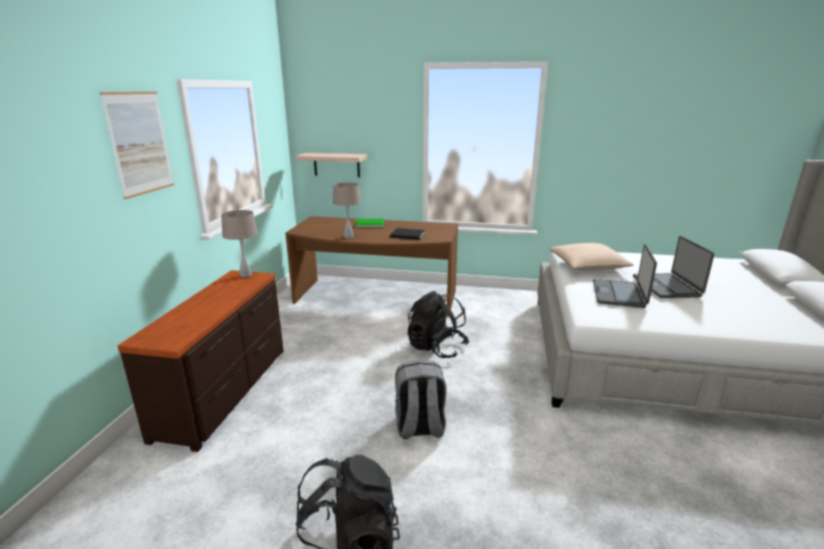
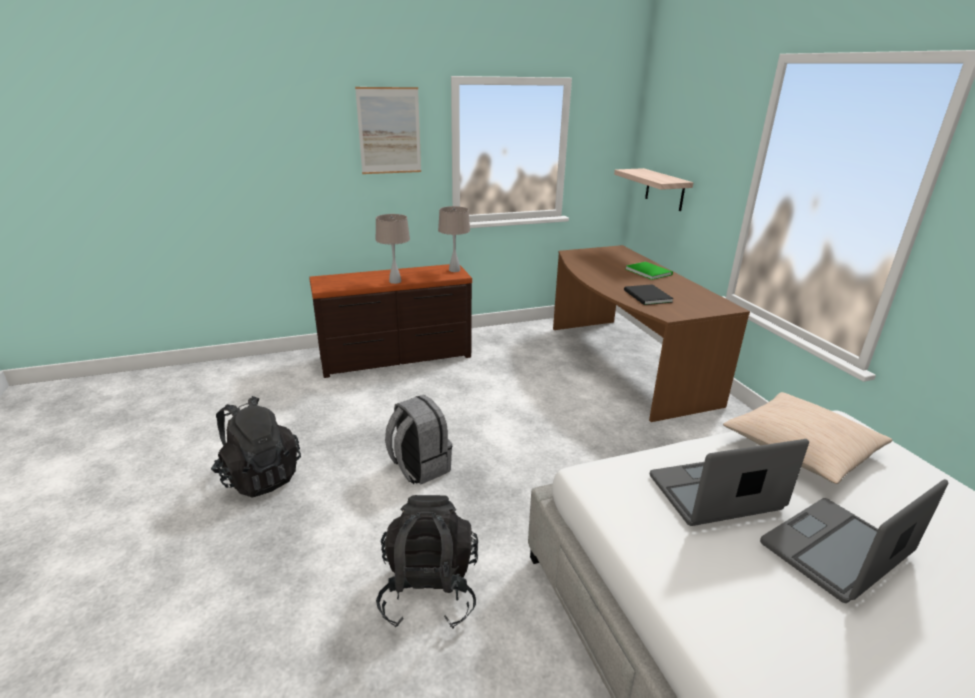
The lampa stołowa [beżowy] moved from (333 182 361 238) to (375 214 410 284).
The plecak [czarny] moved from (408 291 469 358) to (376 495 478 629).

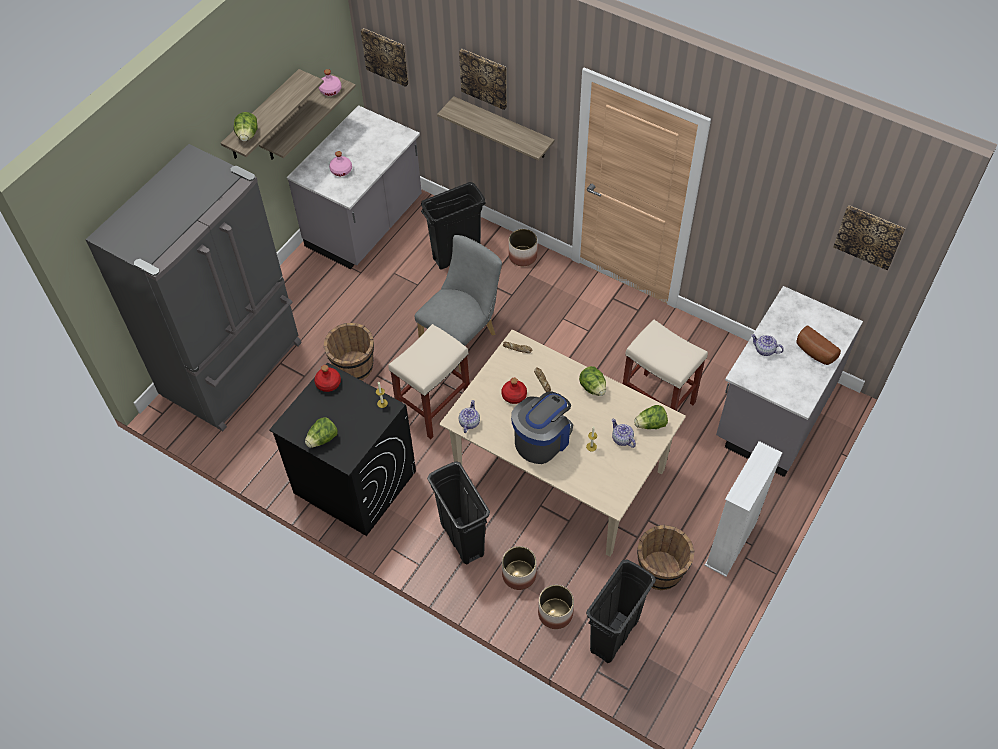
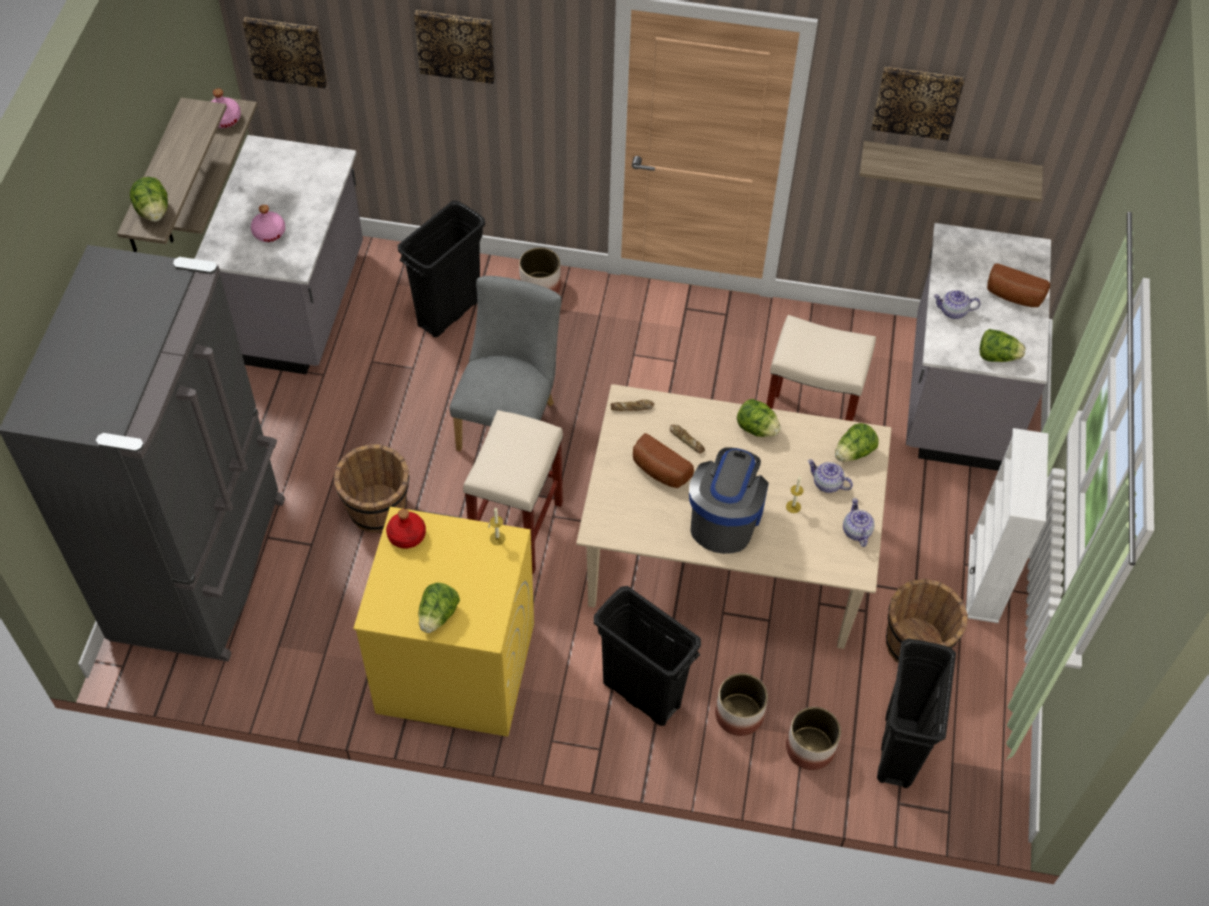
The pralka [czarny] at (269 362 416 536) became the pralka [żółty] at (353 507 534 737).
The półka moved from (437 96 555 161) to (859 141 1043 202).
The imbryk moved from (459 400 480 433) to (843 498 875 547).
The butelka [czerwony] at (501 378 527 404) was replaced by the chleb at (633 433 694 488).
The obraz moved from (833 205 905 270) to (871 67 964 141).
The sałata at (980 329 1026 362) appeared.

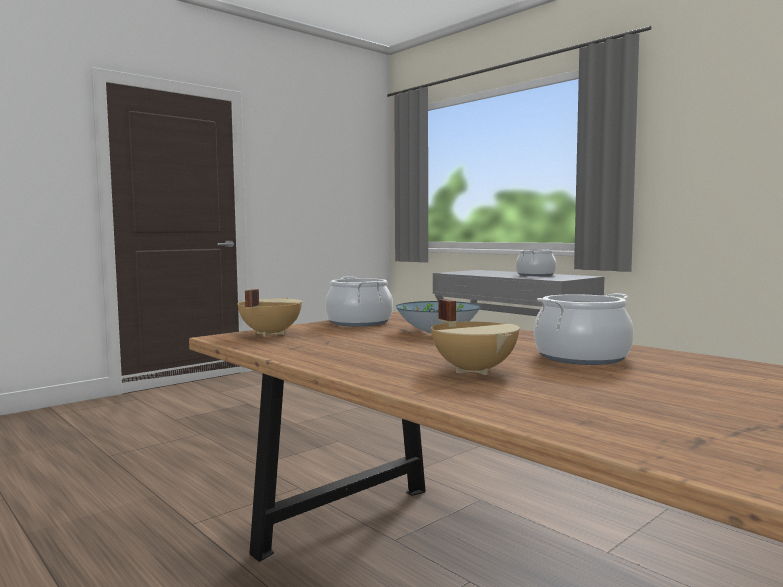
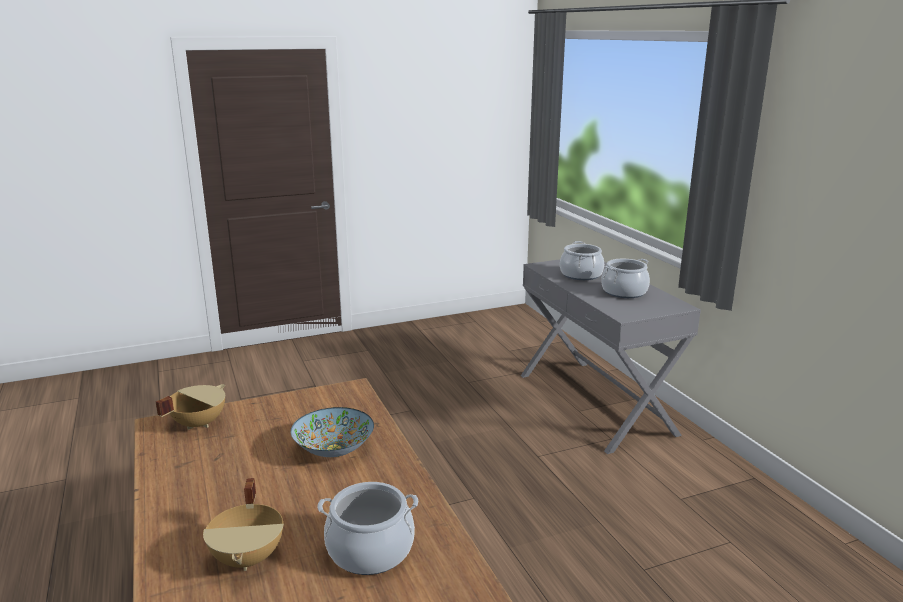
The garnek moved from (325 276 393 327) to (560 241 604 280).

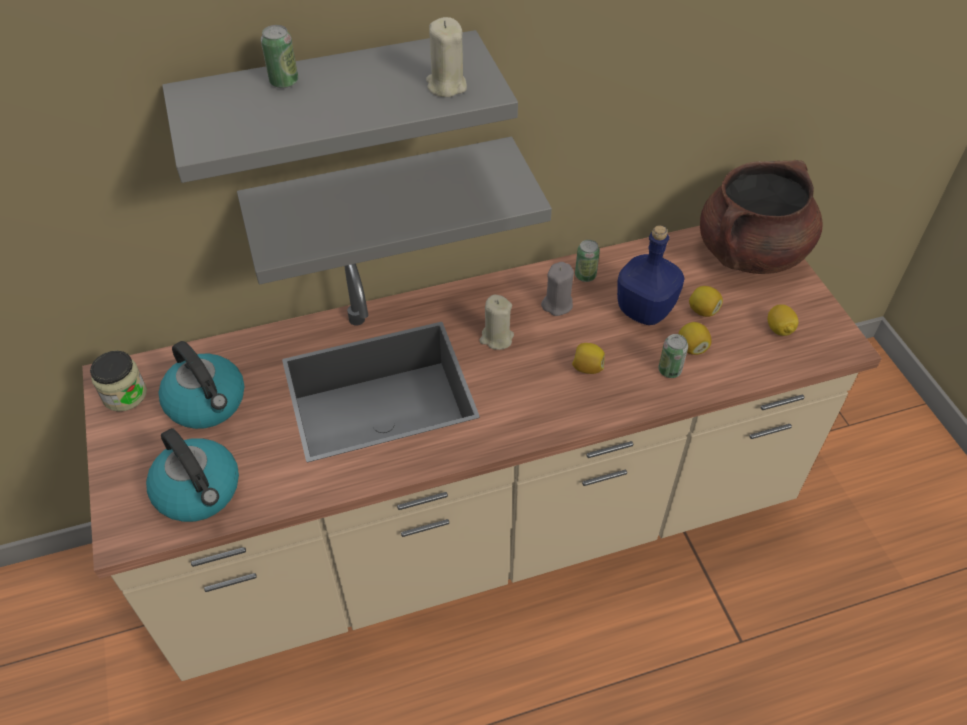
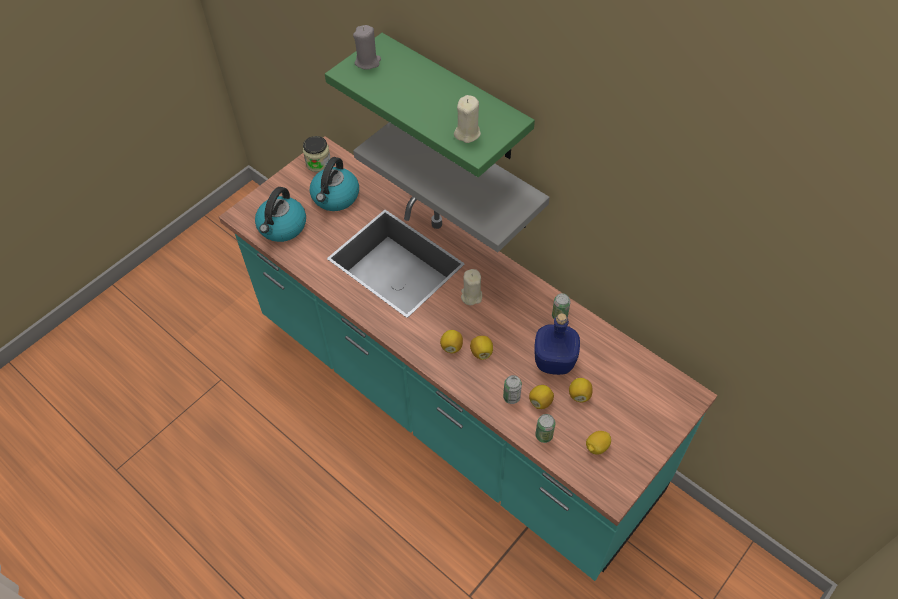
The zabudowa kuchenna [beżowy] at (82 226 882 681) became the zabudowa kuchenna [turkusowy] at (219 137 718 581).
The półka [szary] at (162 30 518 183) became the półka [zielony] at (325 33 535 177).
The puszka moved from (261 25 298 88) to (535 414 555 443).
The świeca [szary] moved from (541 262 574 316) to (353 25 381 70).
The garnek [brązowy] at (700 160 823 274) disappeared.
The cytryna at (440 330 463 354) appeared.

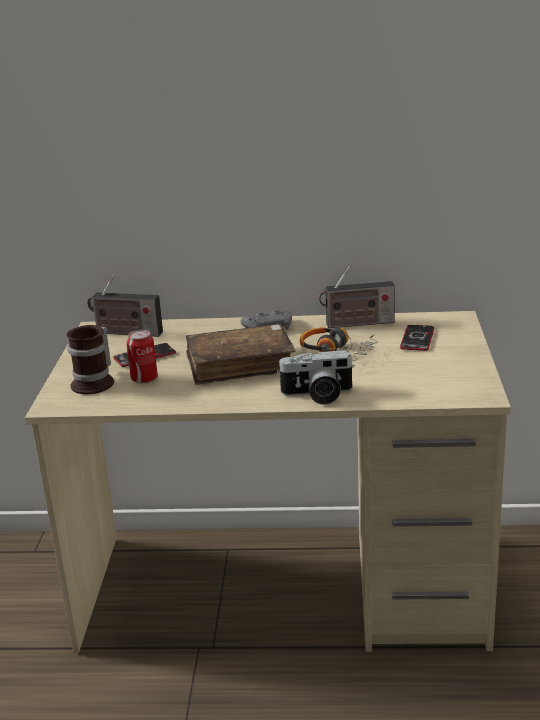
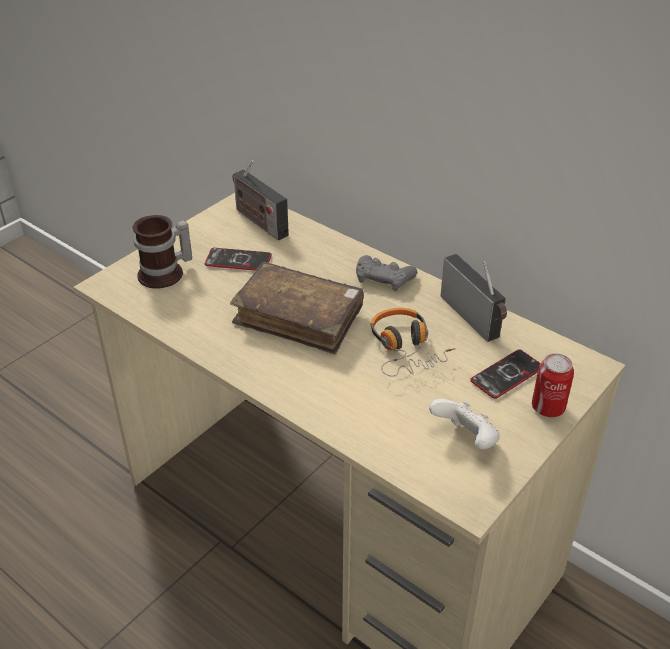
The puszka moved from (126 330 158 384) to (532 353 574 417).
The aparat fotograficzny at (277 350 355 405) disappeared.
The radio at (319 266 395 328) turned 150 degrees counterclockwise.
The pad do gier [biały] at (429 399 500 449) appeared.

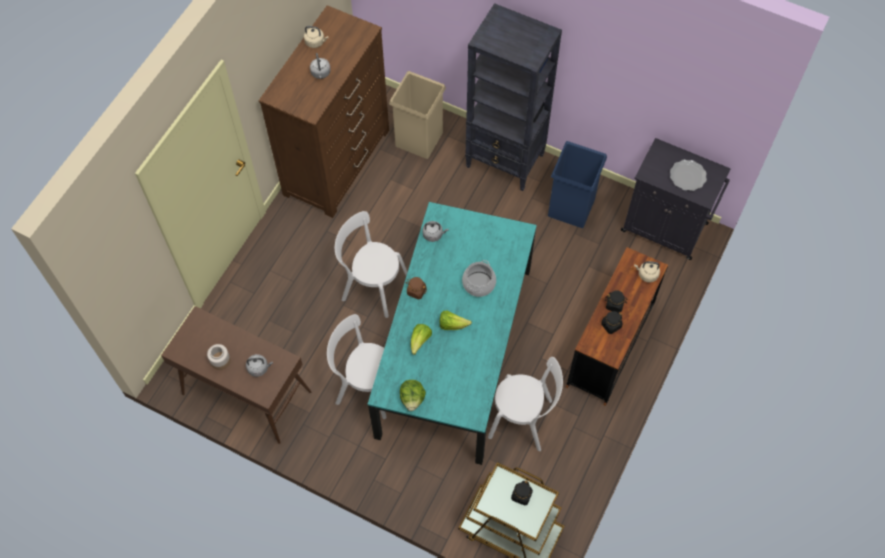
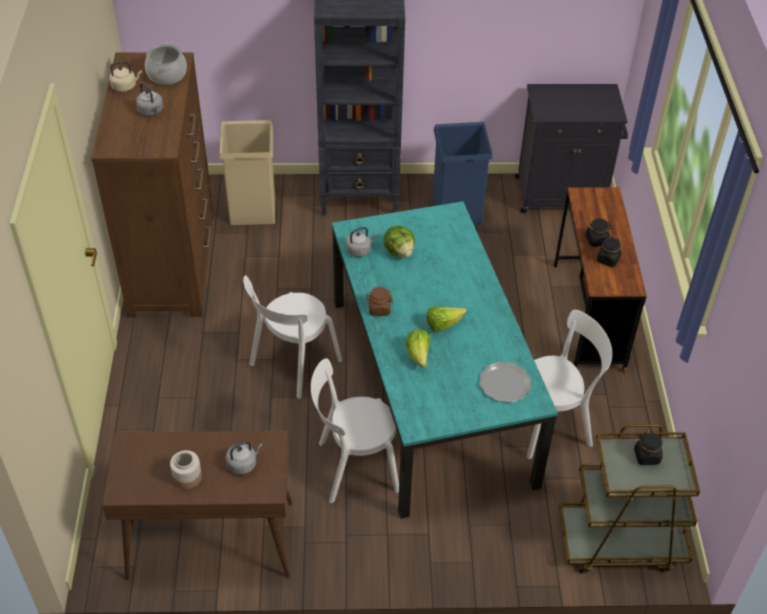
The krzesło [biały] at (335 211 407 318) turned 45 degrees counterclockwise.
The sałata moved from (400 380 426 411) to (384 226 415 257).
The garnek moved from (462 260 496 297) to (145 43 187 85).
The czajnik [beżowy] at (634 261 660 282) disappeared.
The talerz moved from (670 160 707 191) to (479 361 531 403).

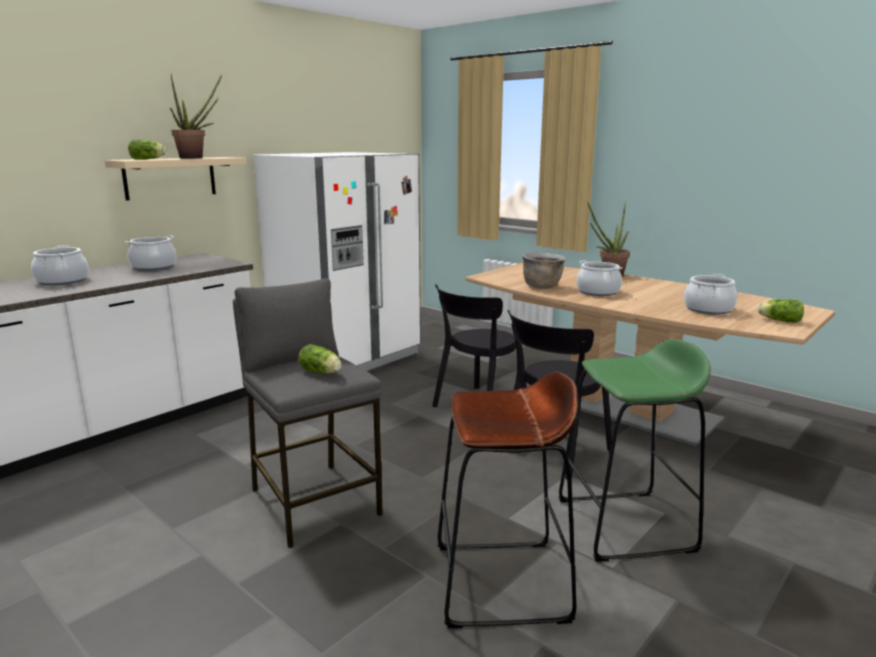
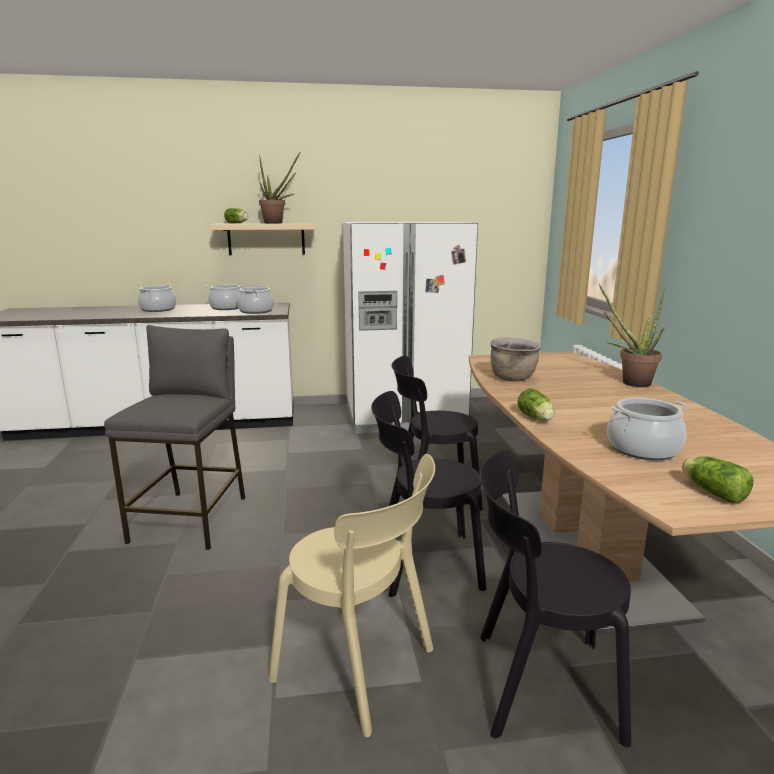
The sałata moved from (298 344 342 374) to (518 389 555 420).
The stołek [brązowy] at (438 372 578 628) disappeared.
The stołek [zielony] at (558 339 711 562) was replaced by the krzesło [beżowy] at (269 454 435 737).
The garnek moved from (577 260 623 296) to (237 286 274 314).
The krzesło [czarny] at (480 450 631 747) appeared.

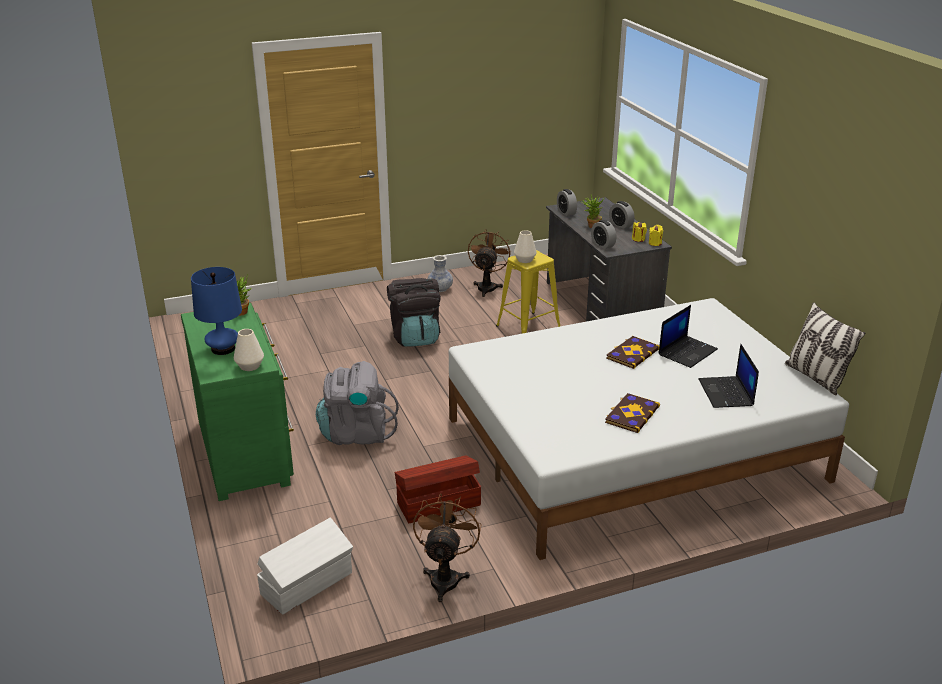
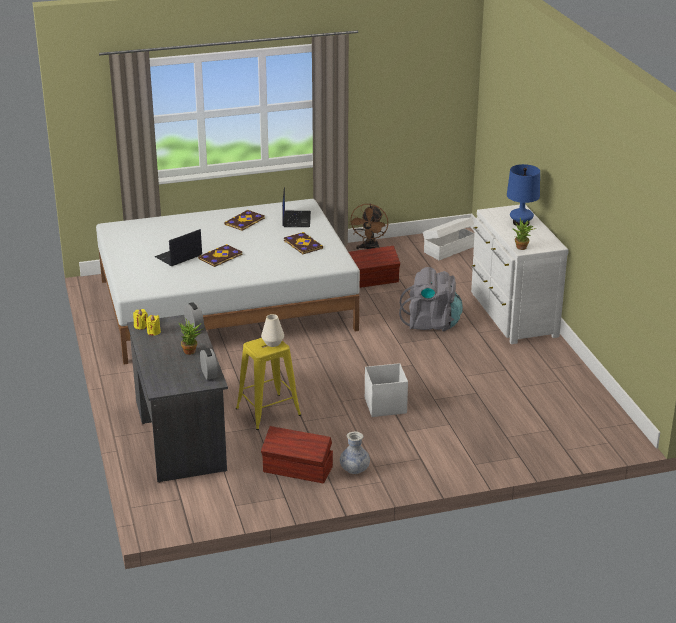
The komoda [zielony] at (181 303 294 501) became the komoda [biały] at (471 205 569 344).
The wazon [biały] at (234 329 264 371) disappeared.
The plecak [czarny] at (387 278 441 347) was replaced by the pojemnik do przechowywania [biały] at (365 363 408 417).
The wentylator [brązowy] at (468 229 511 297) was replaced by the pojemnik do przechowywania [brązowy] at (261 426 333 483).
The budzik at (609 201 635 229) disappeared.
The laptop moved from (699 344 759 408) to (282 187 311 227).
The poduszka at (785 303 866 395) disappeared.
The książka at (284 232 323 254) appeared.

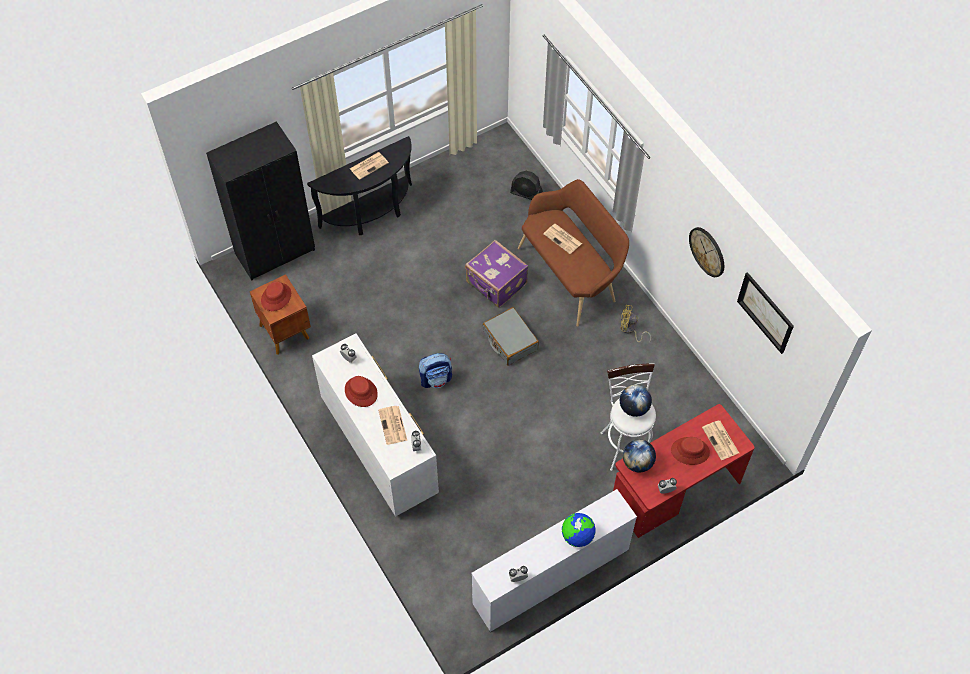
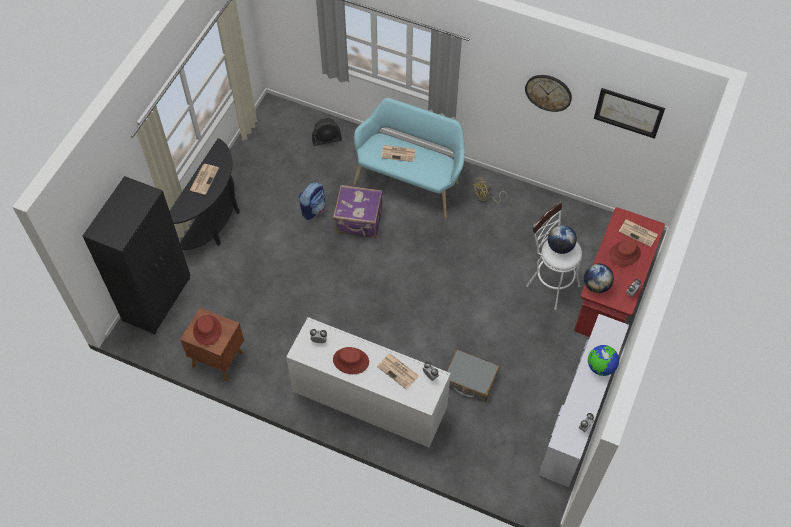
The plecak moved from (419 353 452 388) to (299 182 325 220).
The walizka [szary] moved from (483 307 539 366) to (447 349 500 402).
The ławka [brązowy] at (518 179 629 327) became the ławka [turkusowy] at (353 98 465 218).

